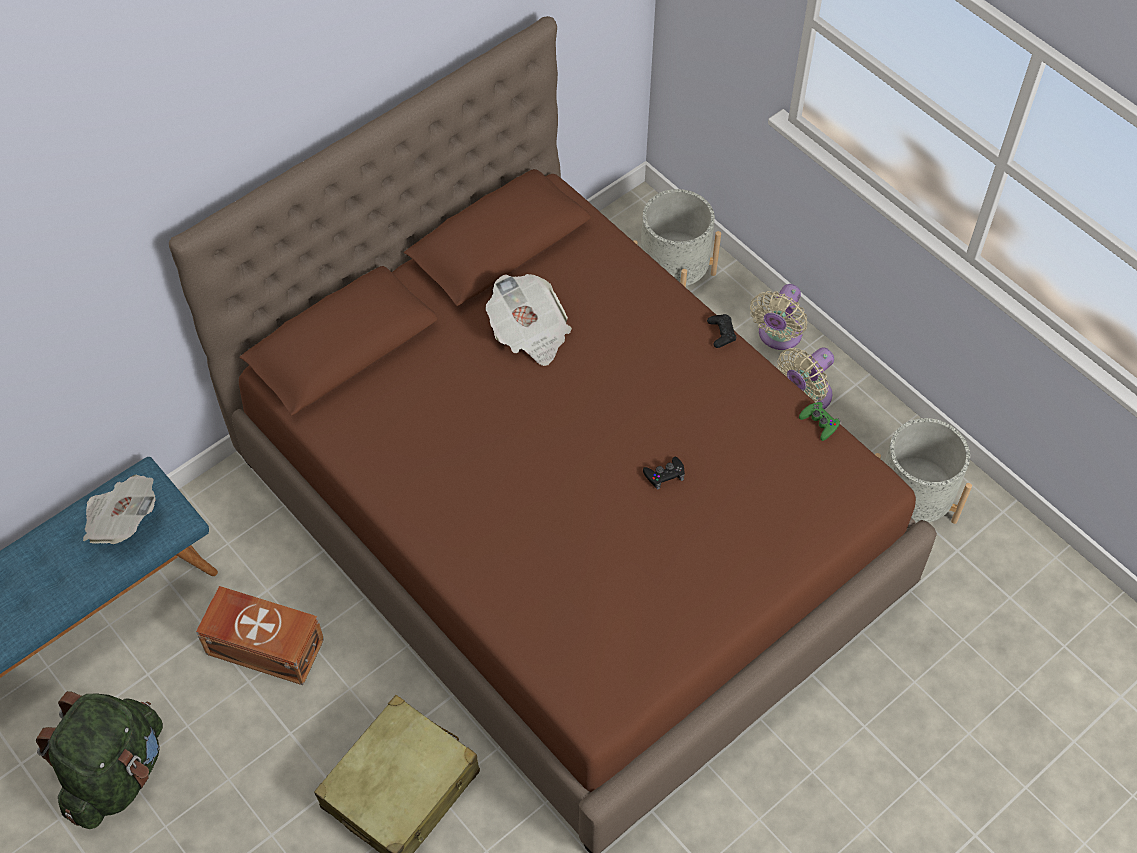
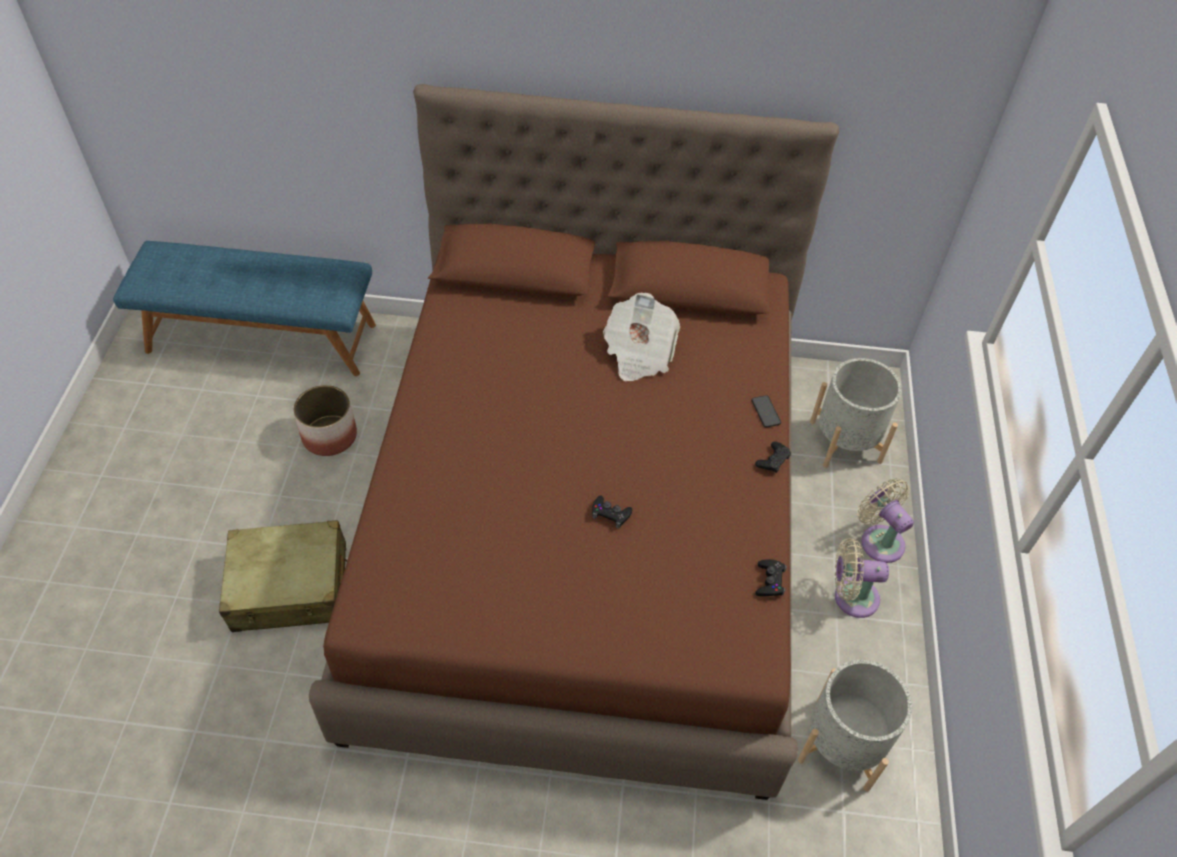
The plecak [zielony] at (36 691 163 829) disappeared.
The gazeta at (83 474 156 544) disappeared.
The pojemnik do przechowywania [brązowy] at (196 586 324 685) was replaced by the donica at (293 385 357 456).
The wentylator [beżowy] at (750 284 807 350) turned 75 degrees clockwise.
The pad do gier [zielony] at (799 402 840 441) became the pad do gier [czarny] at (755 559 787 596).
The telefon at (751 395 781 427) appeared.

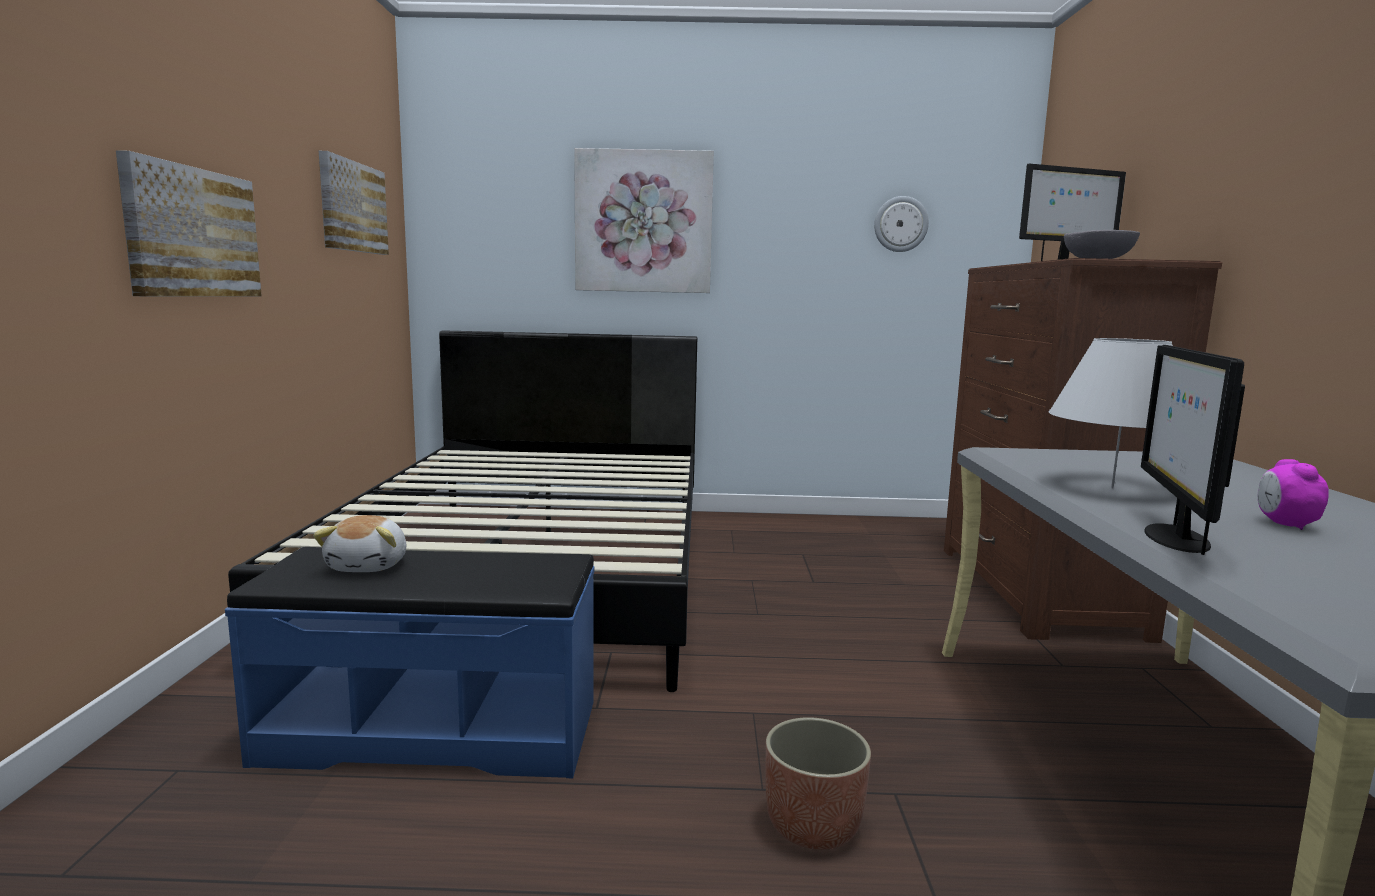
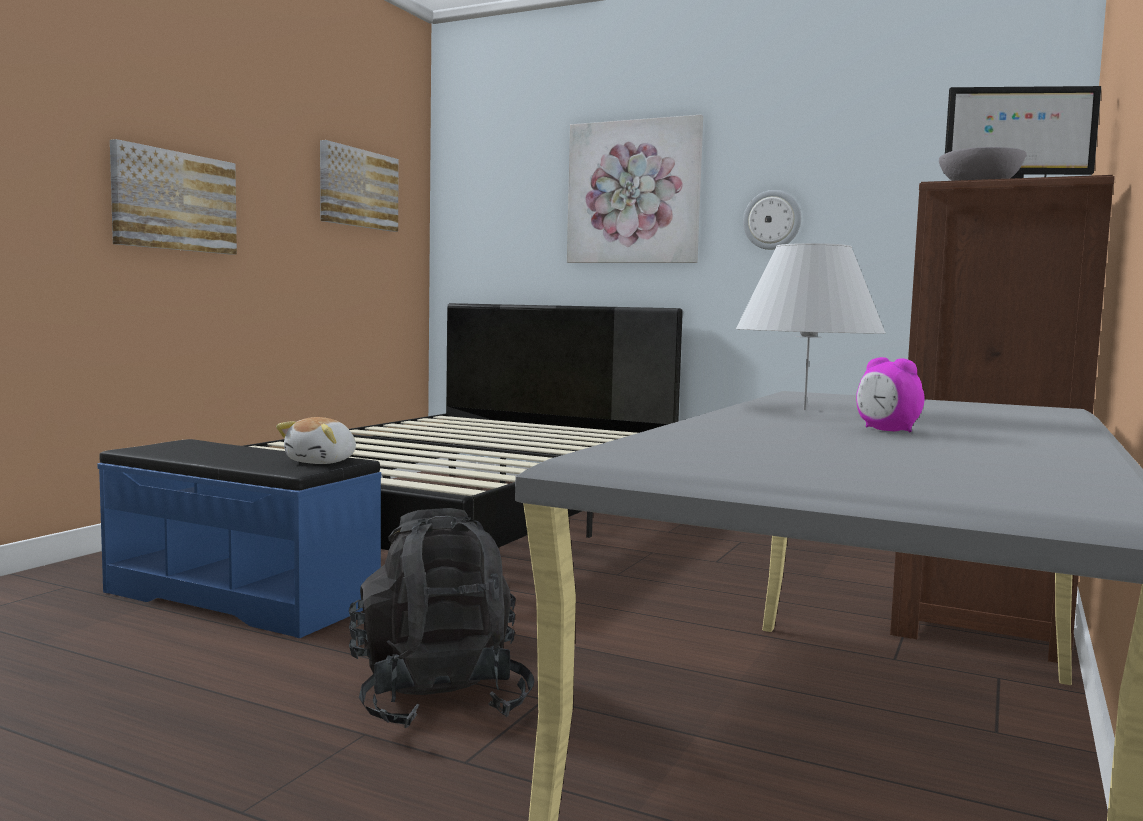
The pluszak moved from (313 515 406 572) to (276 417 356 464).
The donica at (765 717 871 850) was replaced by the plecak [czarny] at (349 508 534 728).
The zegar ścienny moved from (874 196 929 252) to (743 190 801 250).
The monitor at (1141 345 1245 555) disappeared.
The budzik at (1258 459 1329 530) turned 75 degrees counterclockwise.

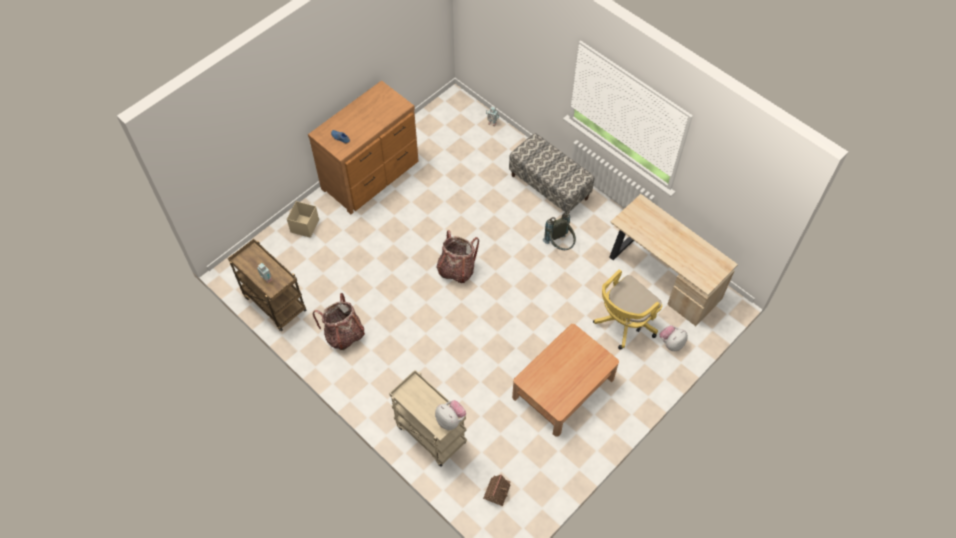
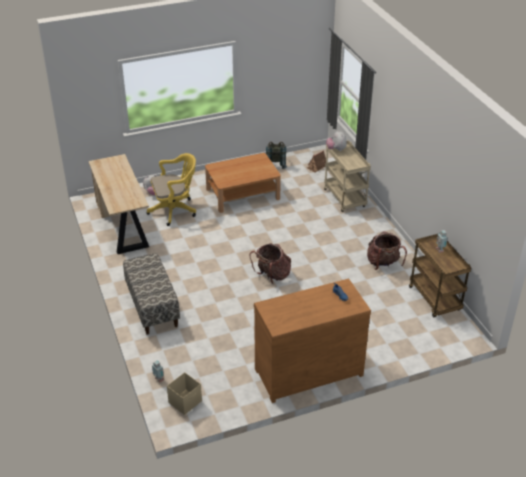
The pojemnik do przechowywania [beżowy] moved from (287 201 319 238) to (167 372 202 415).
The plecak [szary] moved from (543 212 576 250) to (266 142 287 169).

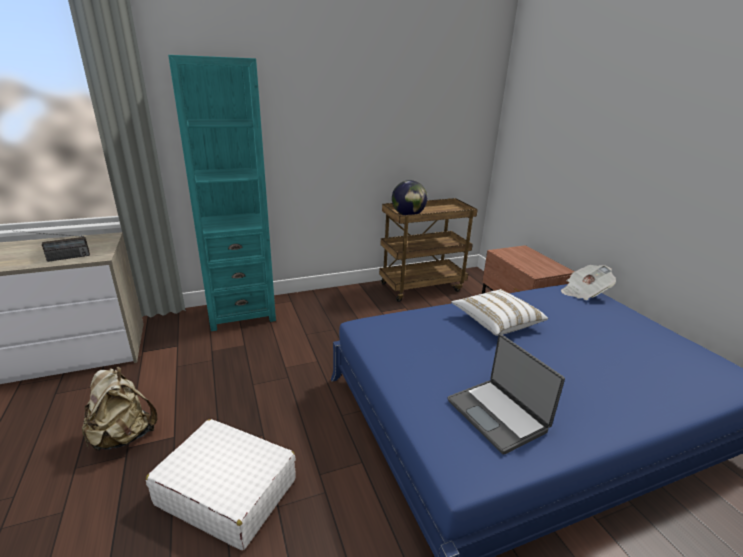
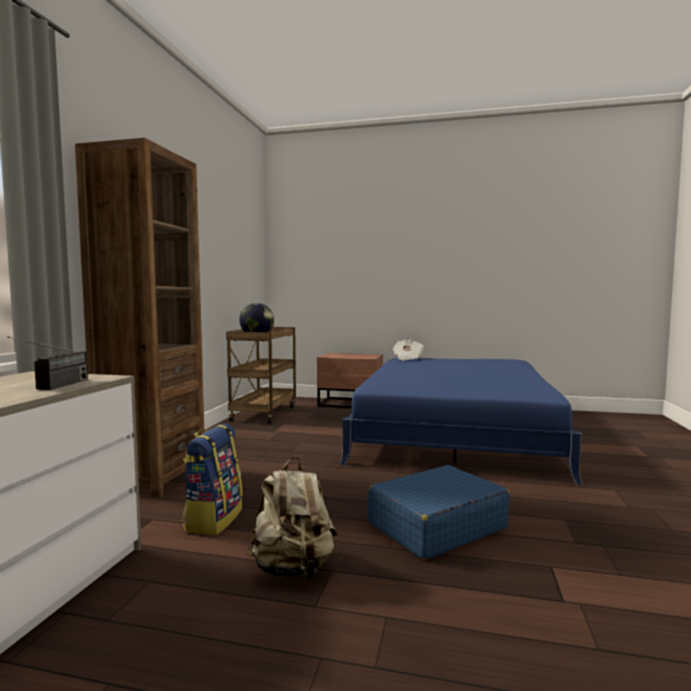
The walizka [biały] at (146 419 296 550) became the walizka [niebieski] at (368 465 510 560).
The regał [turkusowy] at (168 55 276 331) became the regał [brązowy] at (75 138 204 498).
The laptop at (447 334 565 455) disappeared.
The poduszka [biały] at (451 289 548 336) disappeared.
The plecak at (182 423 243 535) appeared.

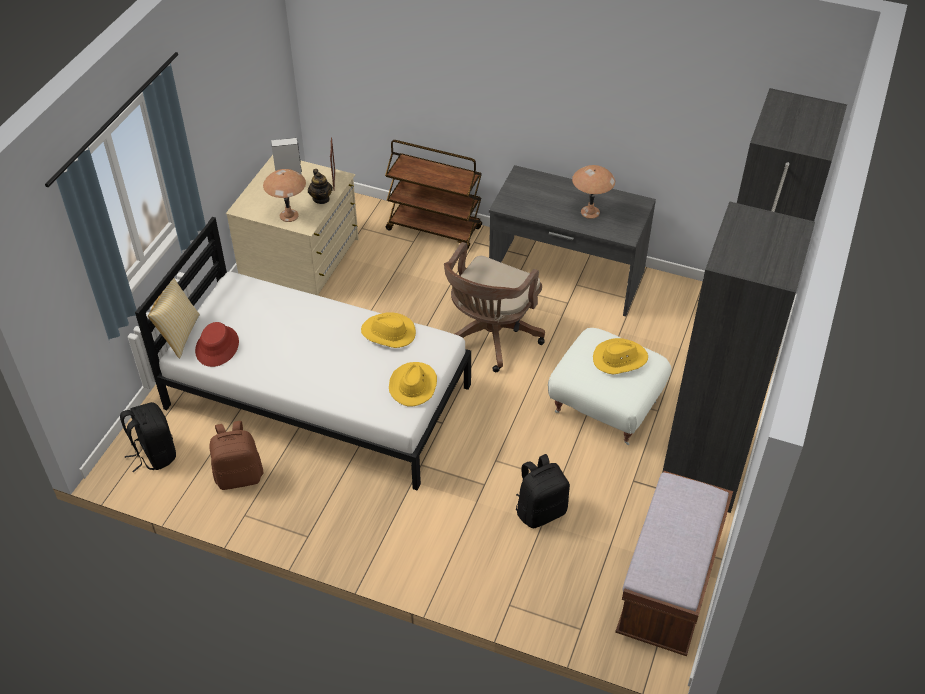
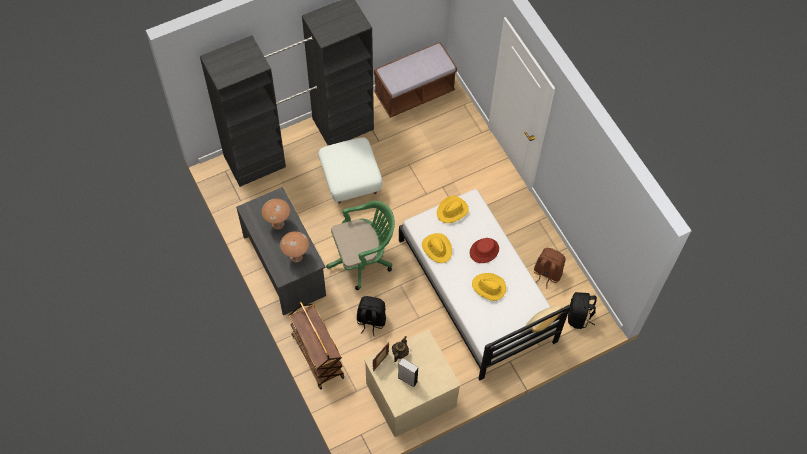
The kapelusz [czerwony] moved from (195 322 239 367) to (470 238 499 263).
The lampa stołowa [brązowy] moved from (263 169 306 222) to (280 231 309 262).
The krzesło biurowe [brązowy] at (444 242 545 372) became the krzesło biurowe [zielony] at (326 201 395 290).
The plecak [czarny] moved from (516 454 570 528) to (357 296 386 337).
The kapelusz [żółty] moved from (593 338 648 374) to (472 273 506 301).

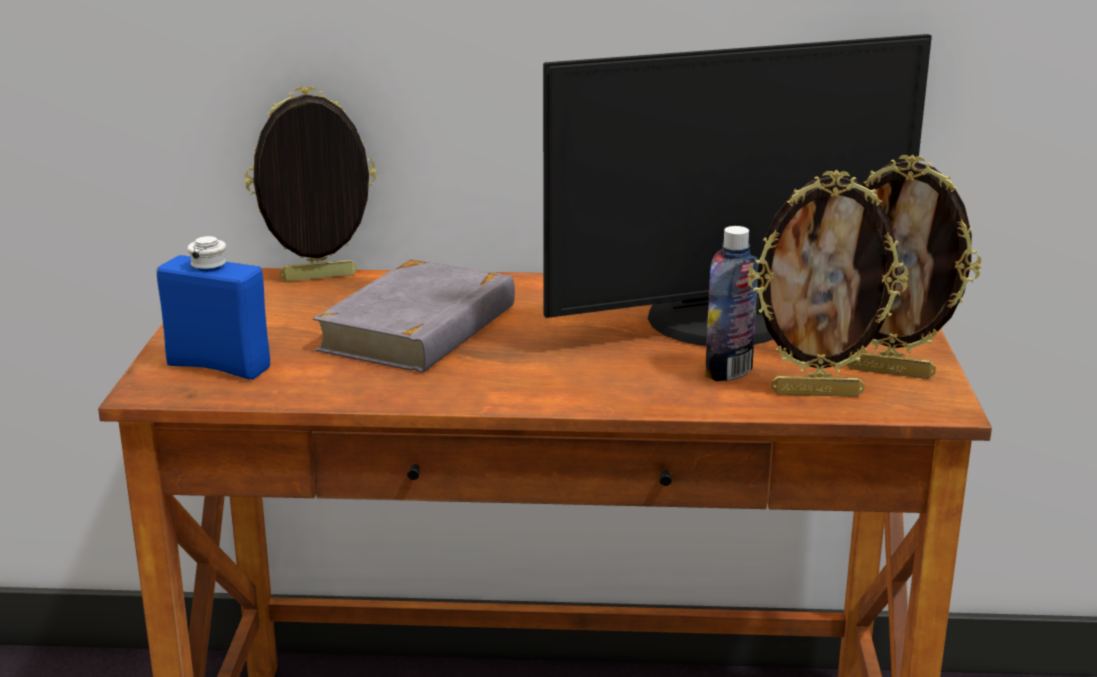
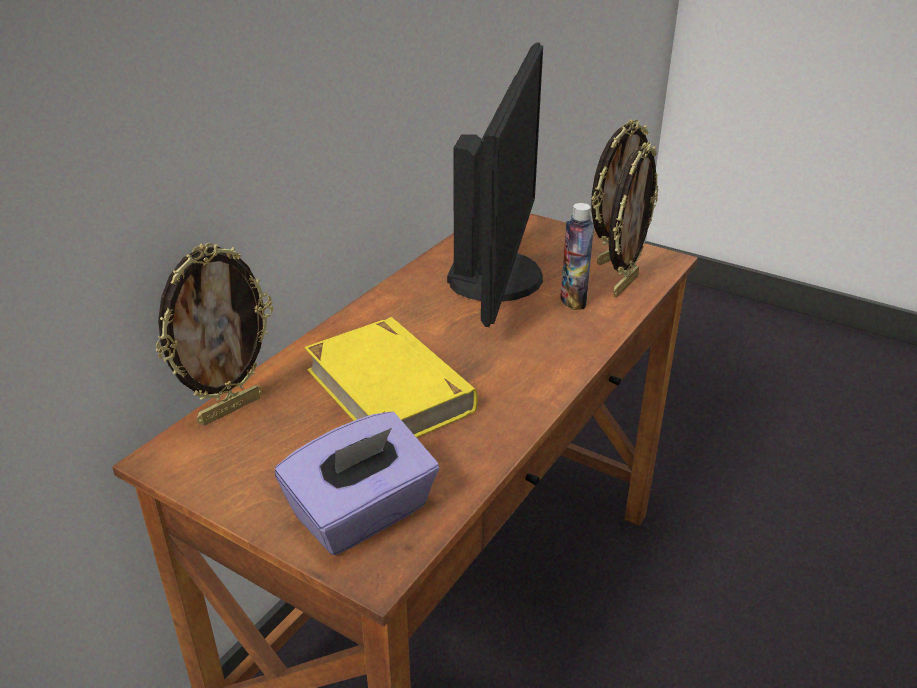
The butelka [niebieski] at (157 236 270 380) was replaced by the pudełko chusteczek [fioletowy] at (275 412 439 555).
The ramka na zdjęcie at (245 87 376 281) turned 150 degrees counterclockwise.
The książka [szary] at (313 259 515 373) became the książka [żółty] at (304 317 477 438).

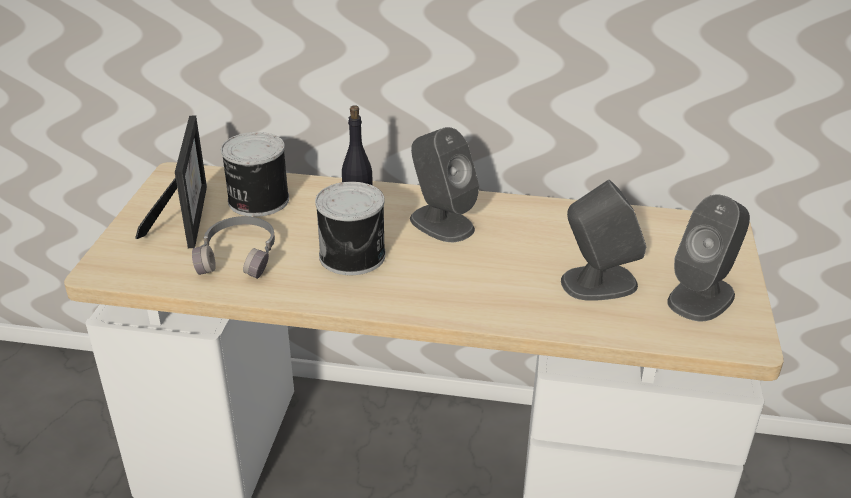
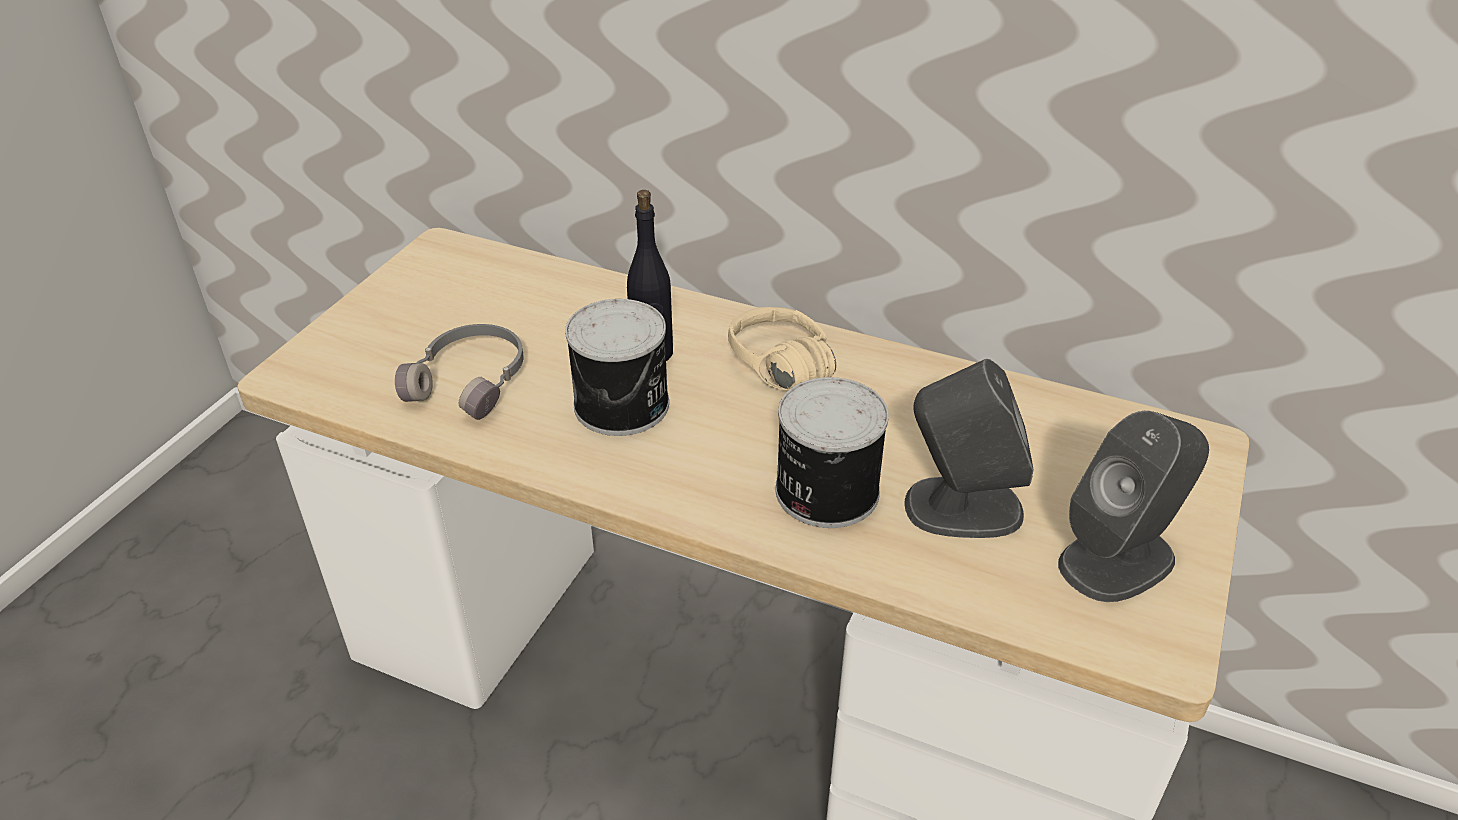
The ramka na zdjęcie at (135 115 207 248) disappeared.
The puszka moved from (221 132 289 217) to (775 377 889 528).
The głośnik [szary] at (410 127 479 242) was replaced by the słuchawki [beżowy] at (728 307 836 390).

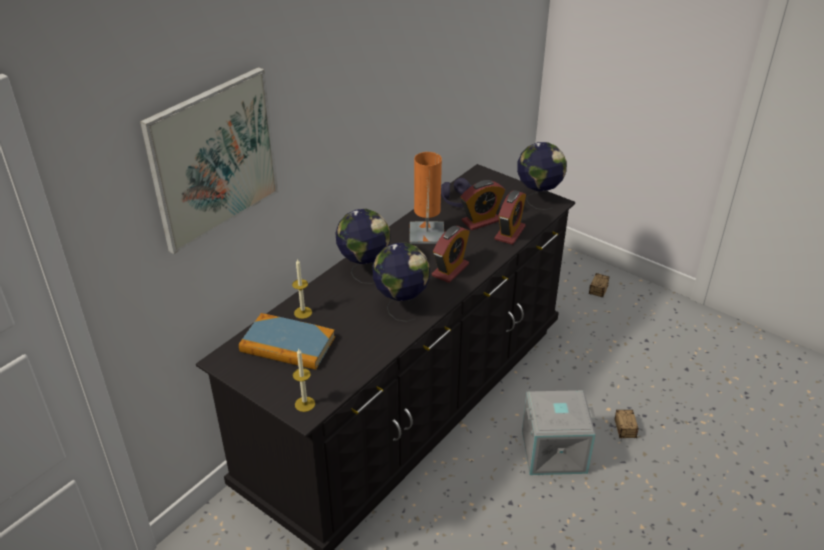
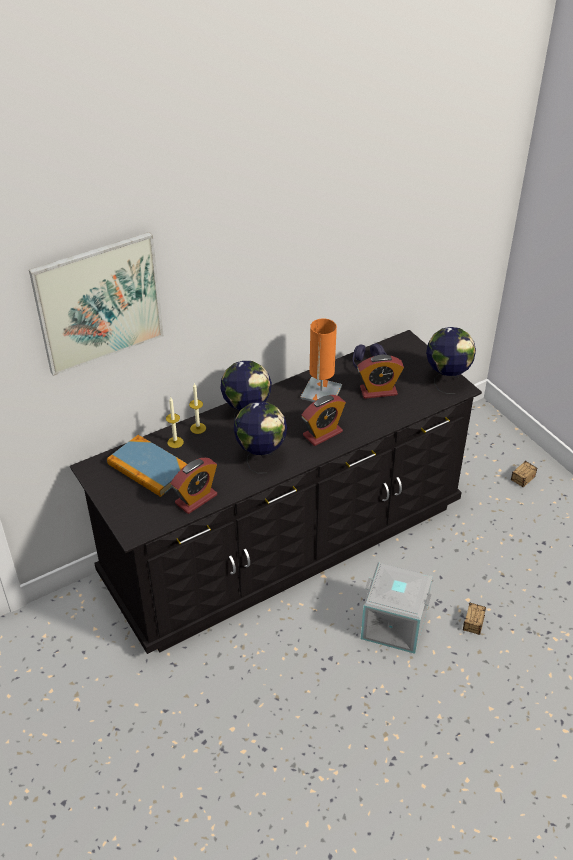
The świeca moved from (293 349 315 412) to (189 383 206 434).
The budzik moved from (494 190 526 245) to (171 458 217 514).

